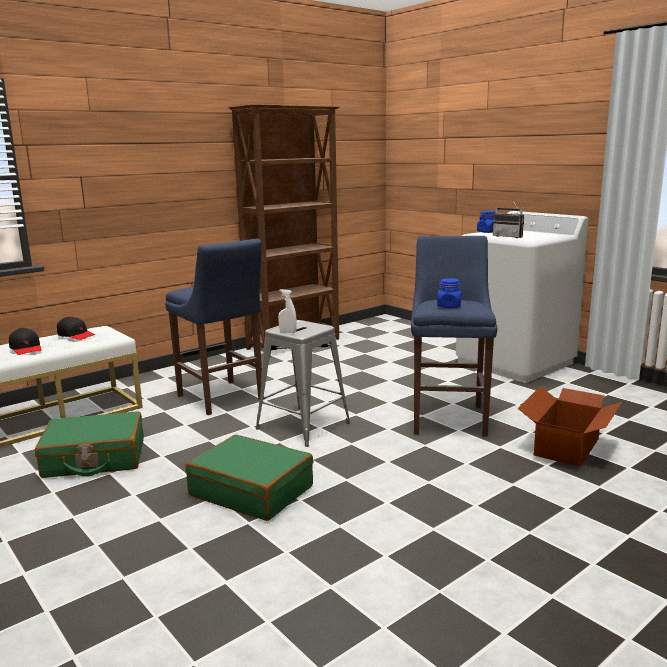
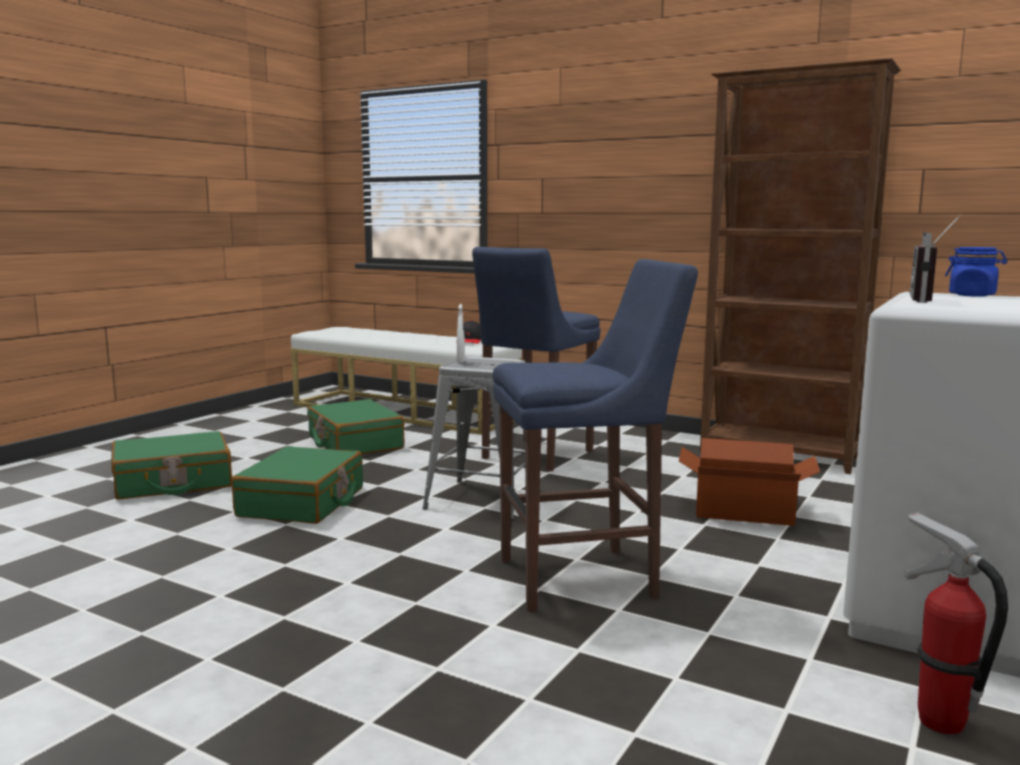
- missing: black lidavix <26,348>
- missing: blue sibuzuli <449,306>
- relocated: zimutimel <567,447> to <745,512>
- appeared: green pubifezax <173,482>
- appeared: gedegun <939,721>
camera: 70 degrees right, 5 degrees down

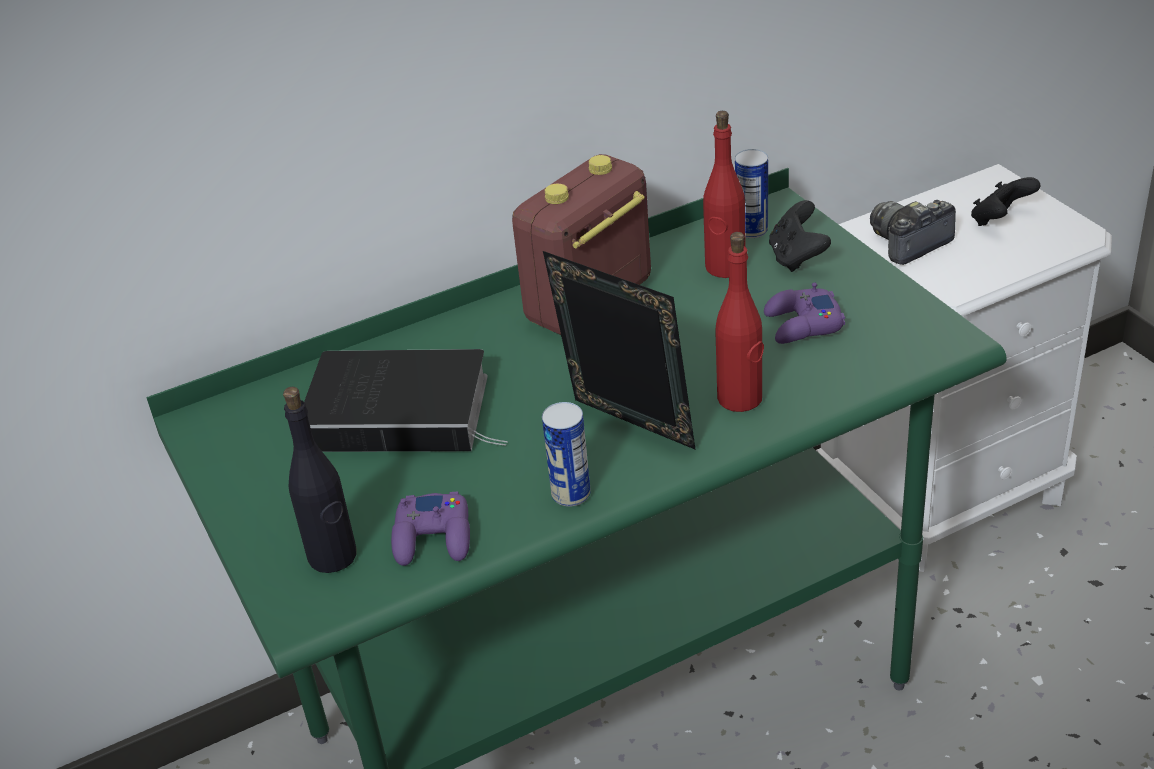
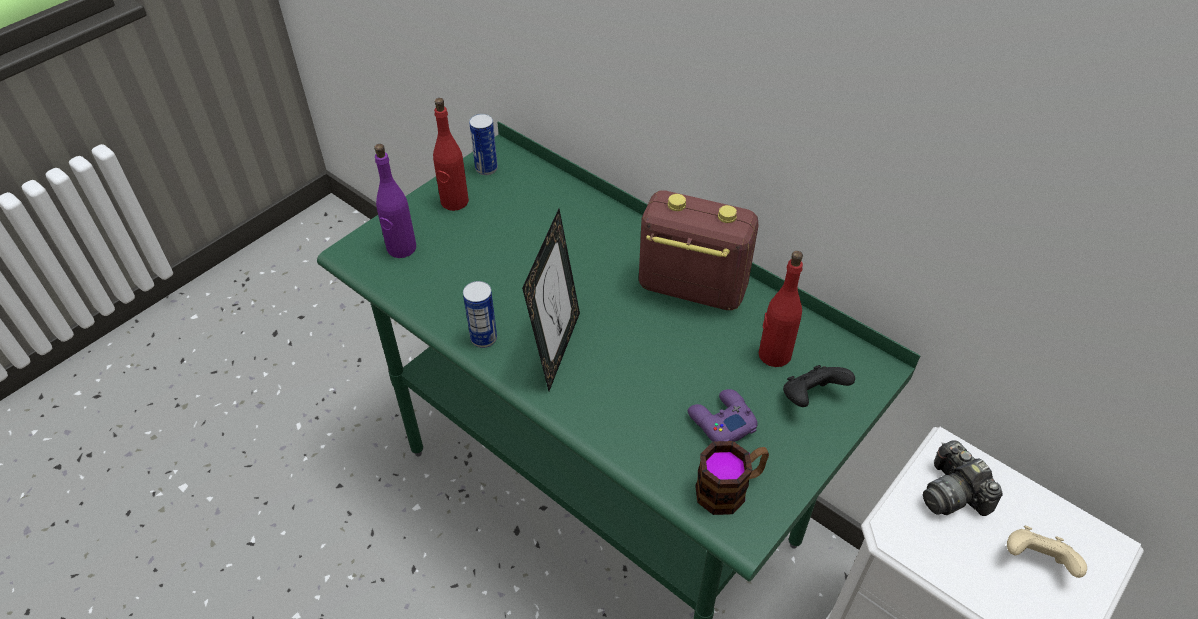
- colour: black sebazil <333,556> to purple sebazil <401,248>
- missing: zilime <403,411>
- missing: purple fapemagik <434,537>
- relocated: red sebazil <740,398> to <454,202>
- relocated: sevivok <752,230> to <486,168>
- spun: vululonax <909,243> = <953,493> 150 degrees counterclockwise
- colour: black fapemagik <1000,220> to beige fapemagik <1036,561>
- appeared: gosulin <730,489>
camera: 65 degrees right, 10 degrees up

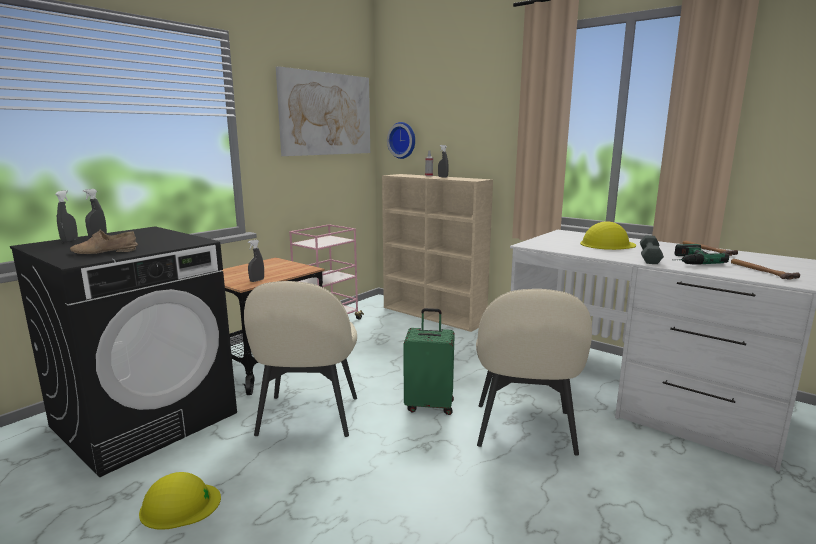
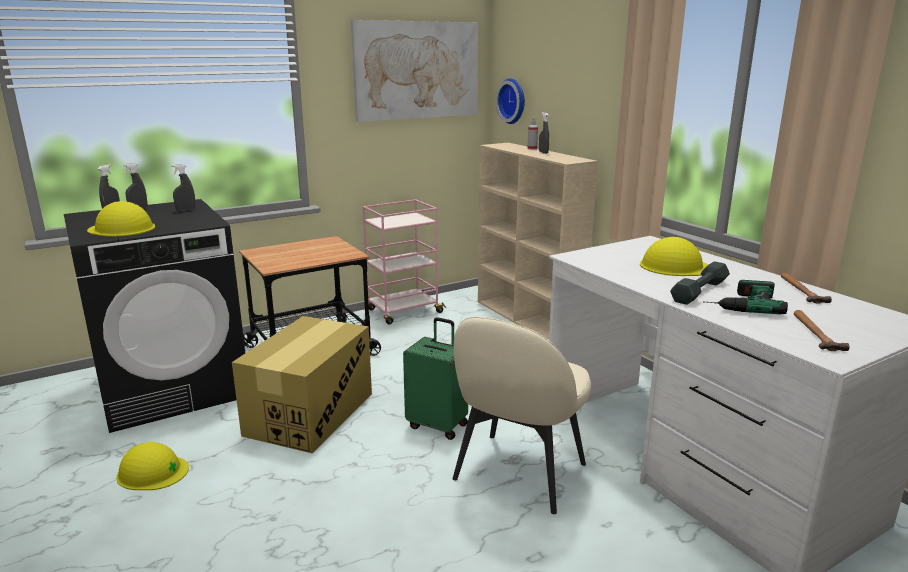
- exchanged: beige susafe <104,251> to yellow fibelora <122,229>
- exchanged: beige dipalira <308,417> to zimutimel <310,414>
- relocated: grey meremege <257,280> to <186,210>
camera: 20 degrees right, 5 degrees up

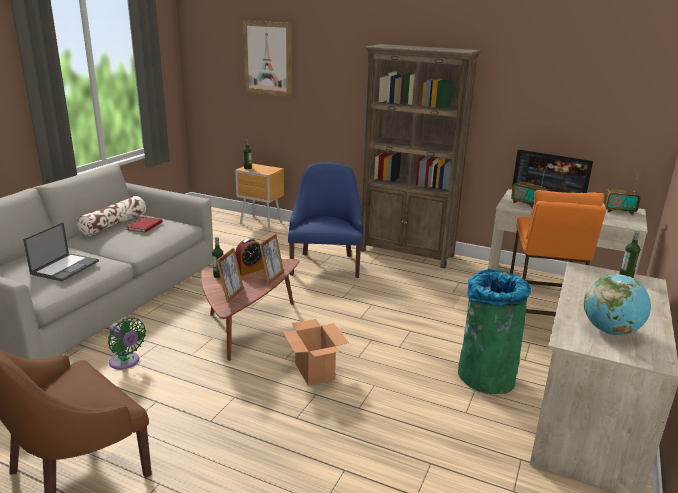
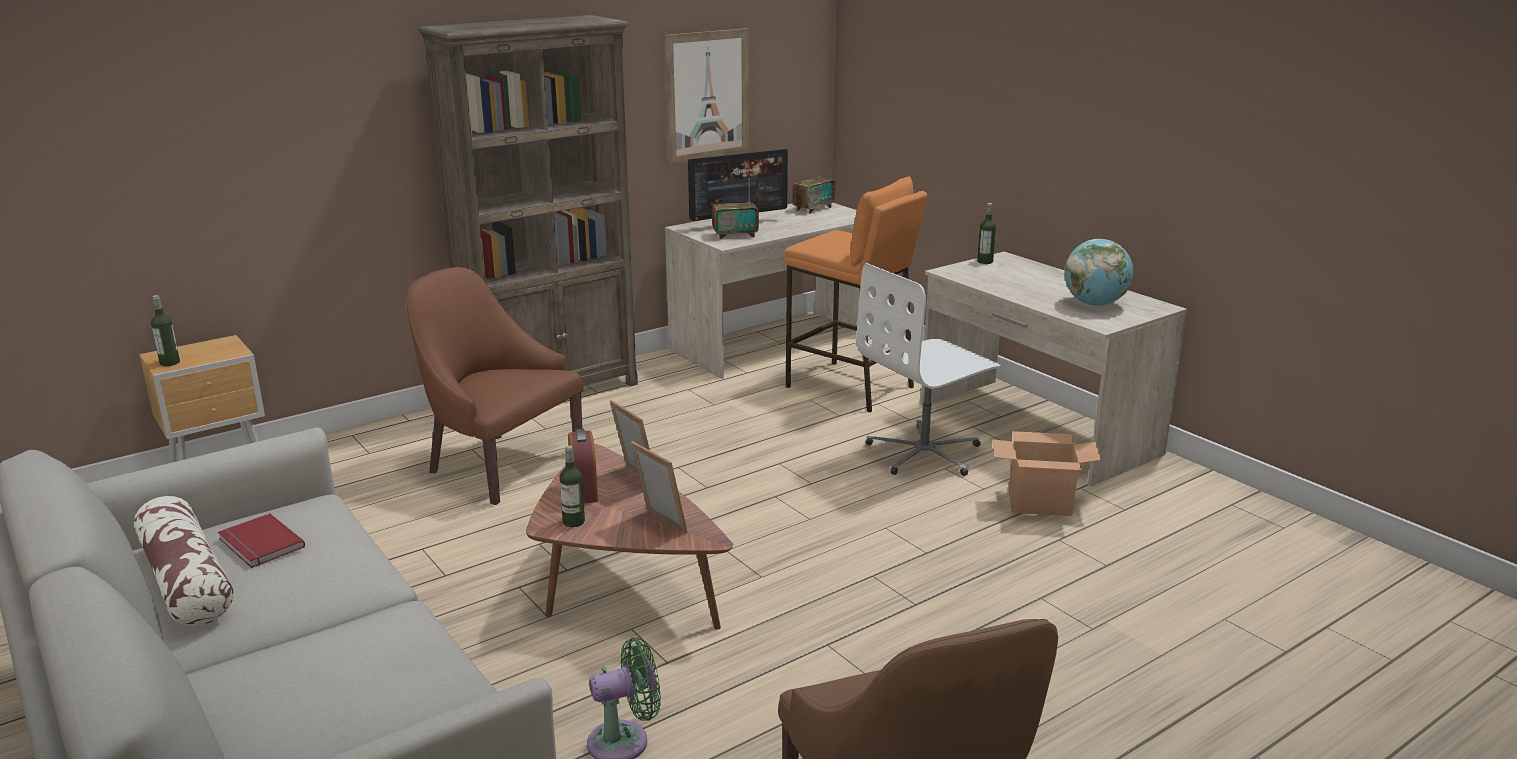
- missing: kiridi <65,267>
- relocated: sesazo <267,58> to <707,96>
- relocated: zimutimel <314,371> to <1039,504>
- colour: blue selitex <325,264> to brown selitex <500,464>
- exchanged: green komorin <485,377> to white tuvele <925,453>
camera: 60 degrees left, 0 degrees up

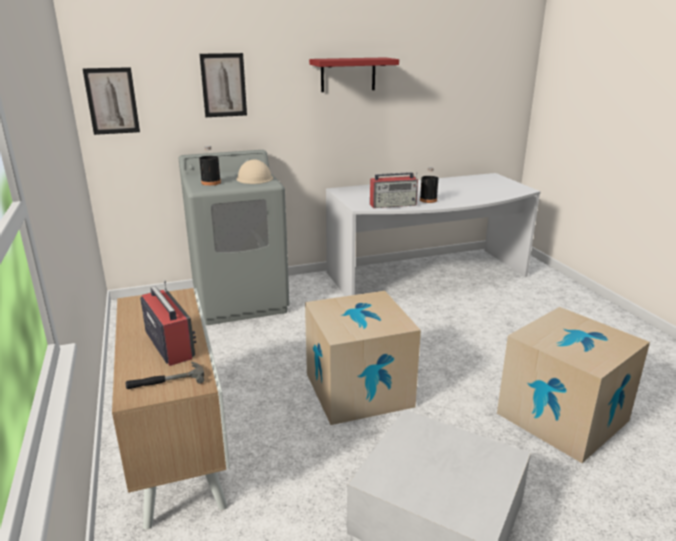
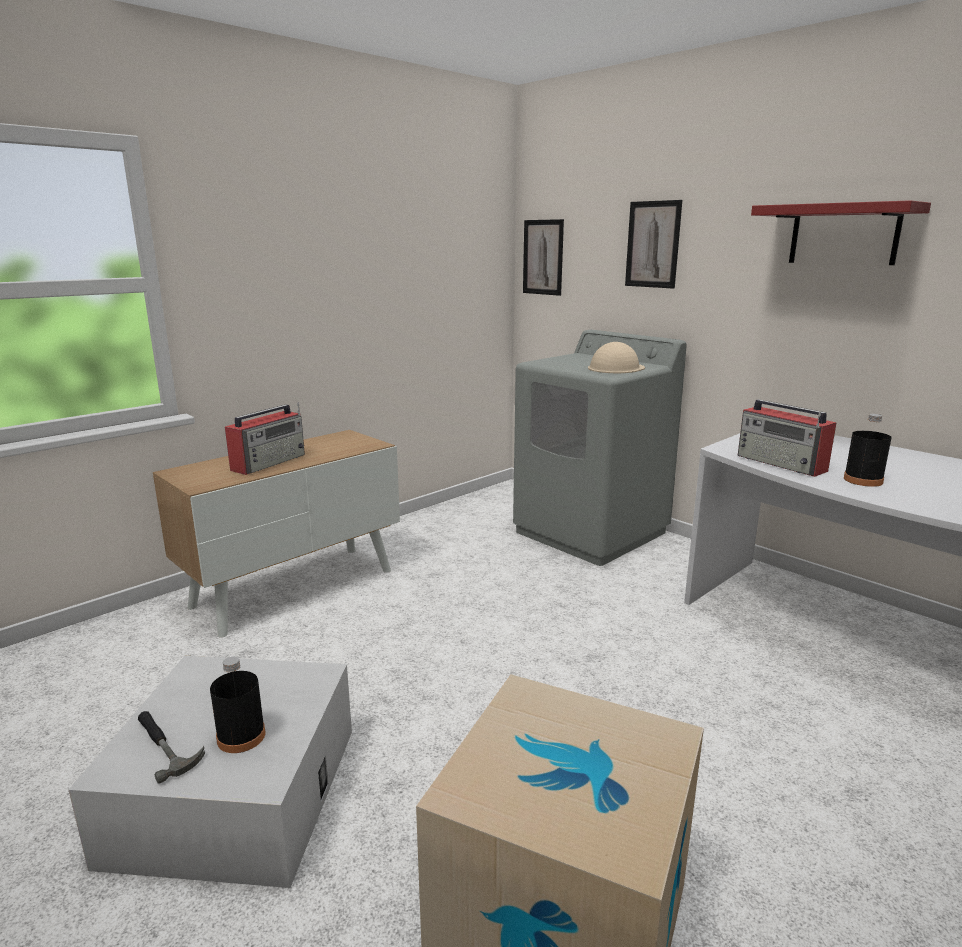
- relocated: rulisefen <166,380> to <165,745>
- relocated: black sebazil <211,183> to <241,736>
- missing: zimutimel <358,390>
camera: 65 degrees right, 5 degrees down

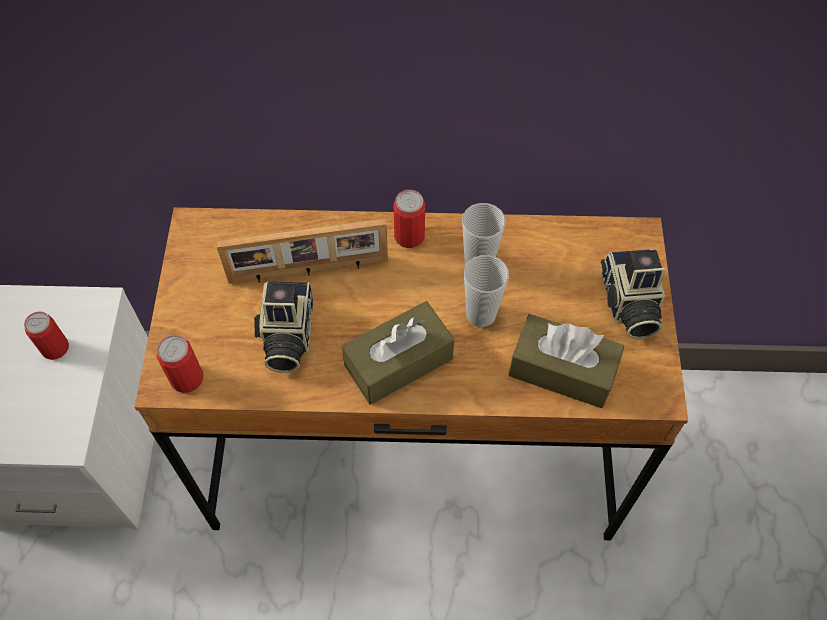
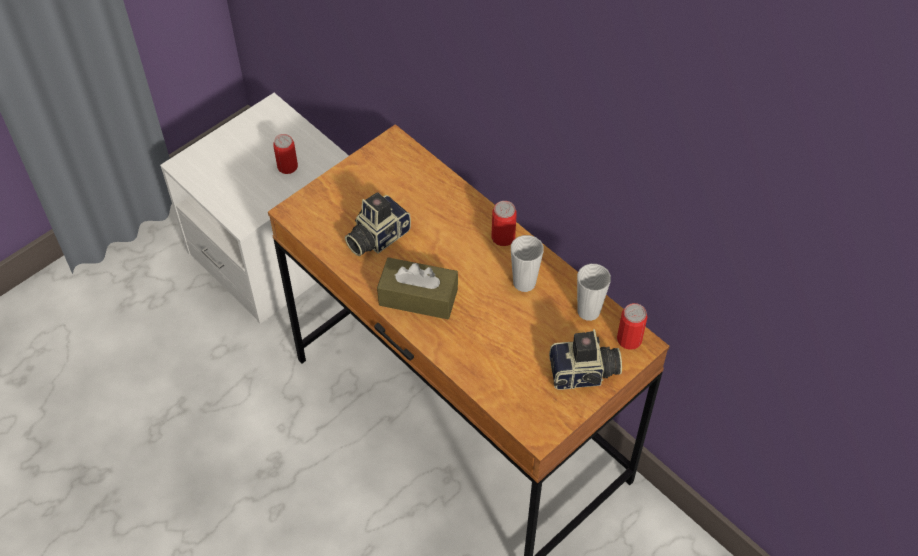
- relocated: sevivok <187,378> to <629,339>
- missing: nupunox <308,272>
- relocated: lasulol <481,314> to <588,311>
- missing: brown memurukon <562,370>
- spun: vululonax <628,304> = <584,374> 135 degrees counterclockwise
camera: 45 degrees right, 5 degrees down

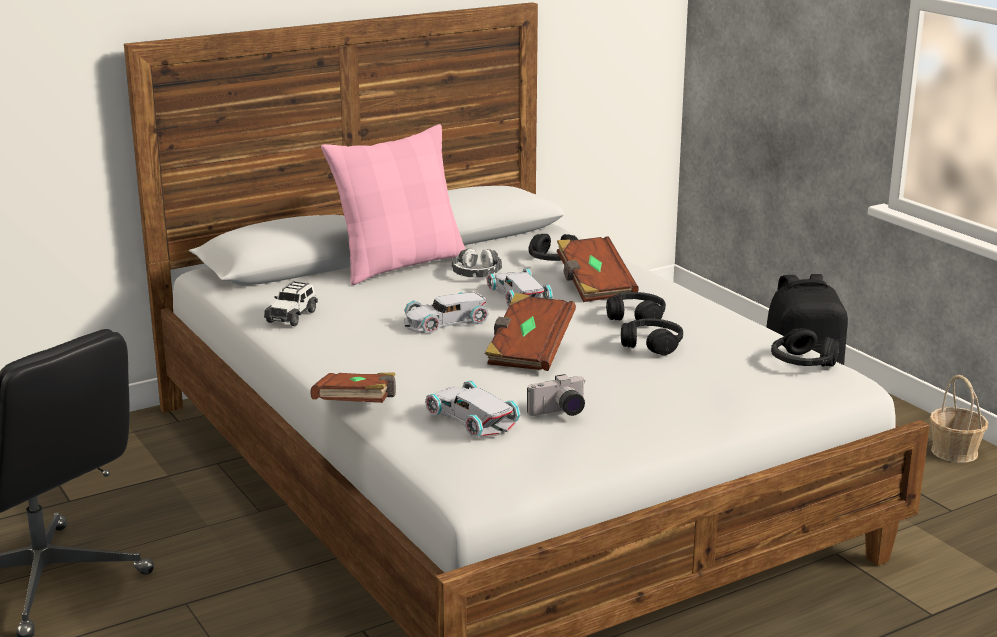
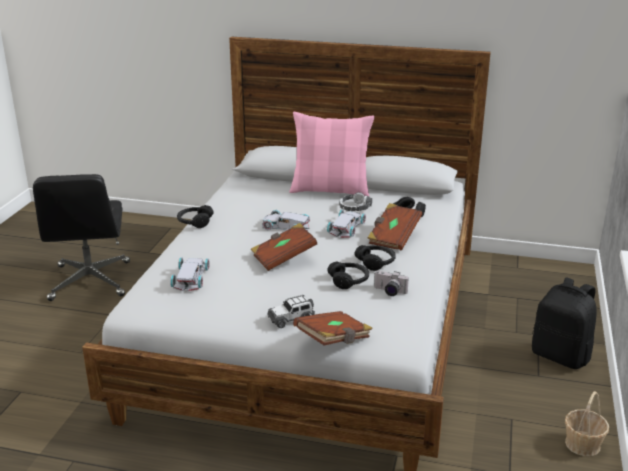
- relocated: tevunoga <292,316> to <291,319>
- relocated: brown zilime <358,408> to <333,340>
- relocated: vululonax <559,413> to <389,292>
- relocated: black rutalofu <802,363> to <195,222>
camera: 45 degrees right, 5 degrees up

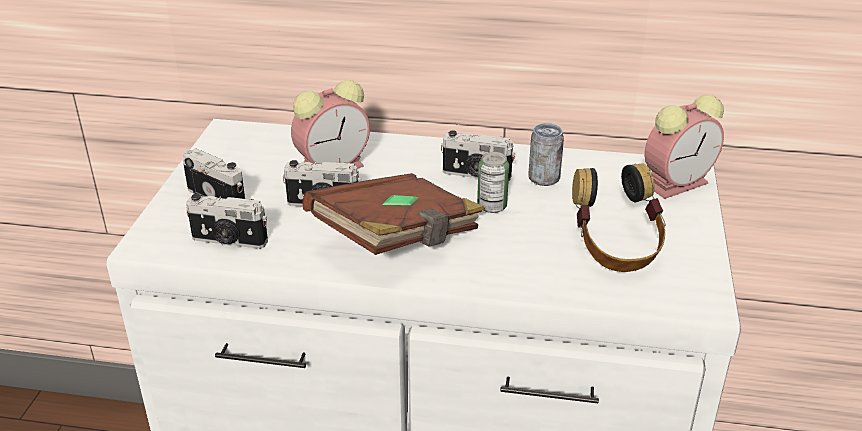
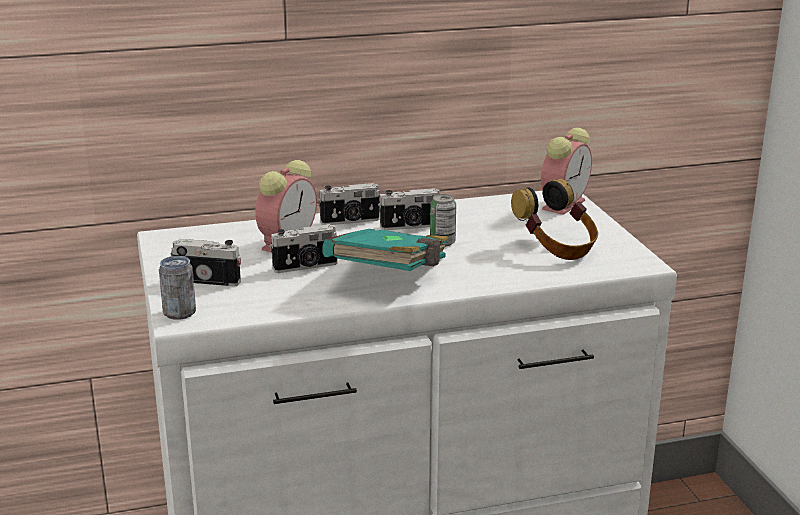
- relocated: vululonax <229,241> to <350,221>
- colour: brown zilime <398,239> to turquoise zilime <391,275>
- relocated: sevivok <544,178> to <179,313>
camera: 25 degrees left, 10 degrees down

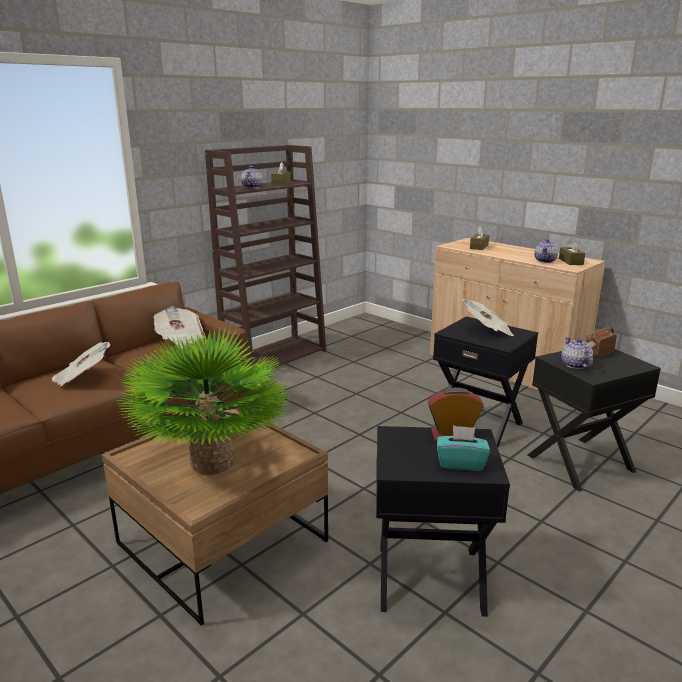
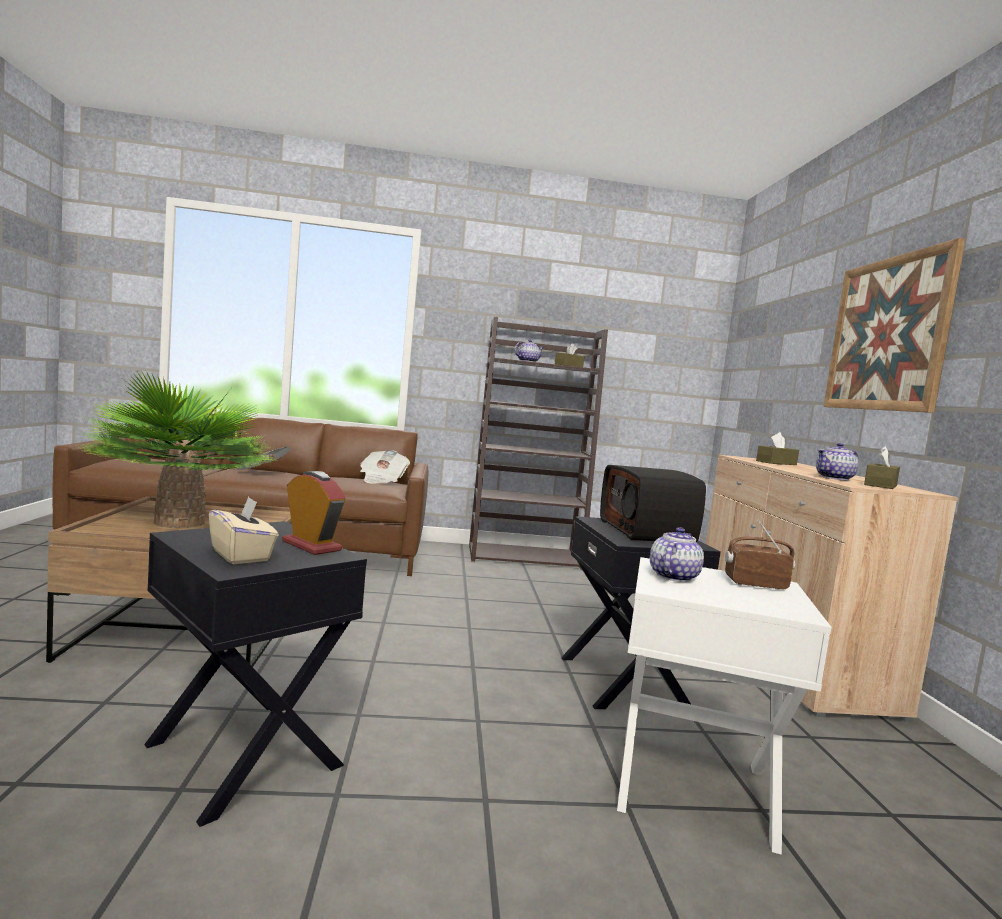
- colour: turquoise memurukon <461,463> to beige memurukon <241,555>
- exchanged: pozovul <487,331> to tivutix <647,531>
- colour: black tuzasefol <581,464> to white tuzasefol <693,788>
- appeared: sesazo <887,334>
camera: 40 degrees right, 15 degrees down

